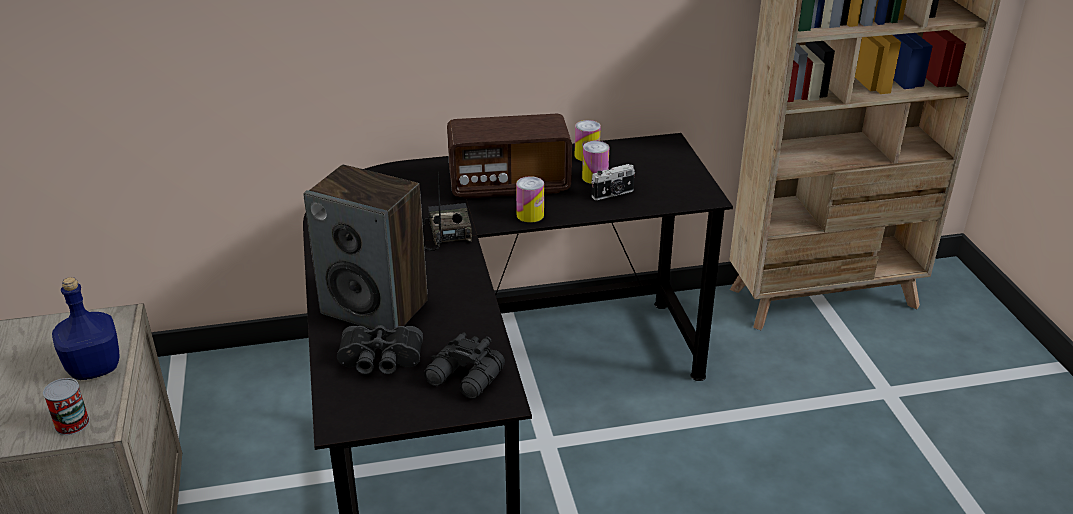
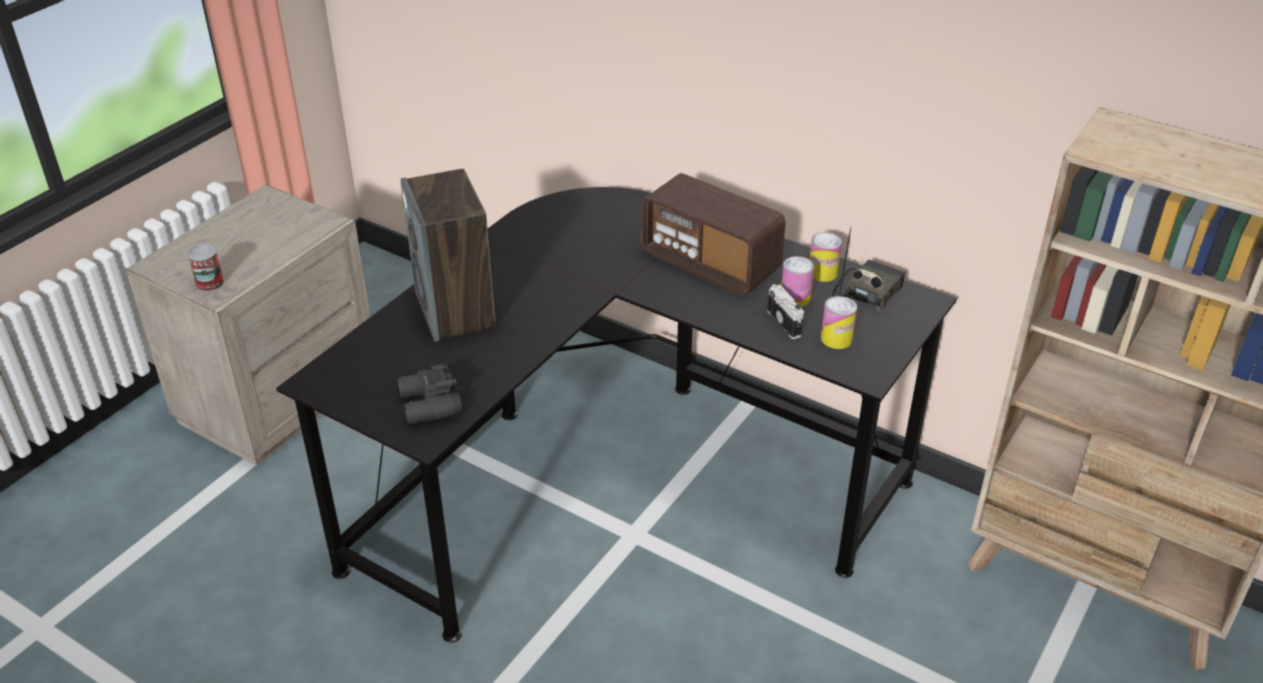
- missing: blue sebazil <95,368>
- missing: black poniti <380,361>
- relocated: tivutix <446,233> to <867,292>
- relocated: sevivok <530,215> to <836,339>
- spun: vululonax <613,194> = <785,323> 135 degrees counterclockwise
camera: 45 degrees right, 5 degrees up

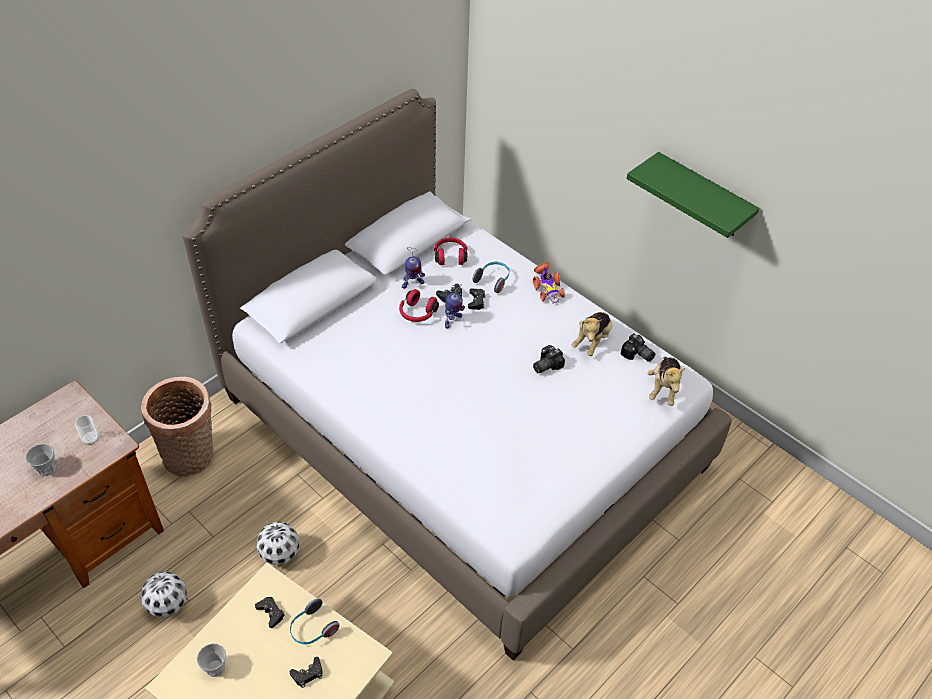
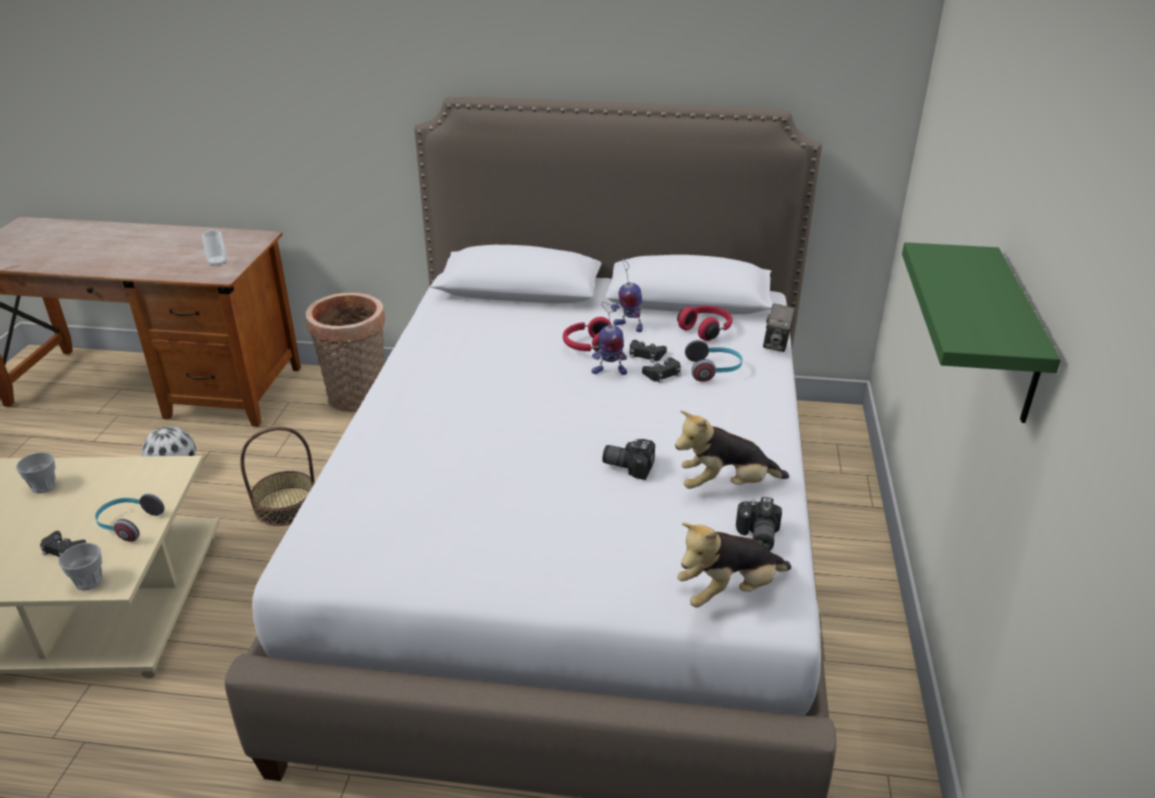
- relocated: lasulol <46,468> to <89,581>
- missing: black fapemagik <271,613>
- exchanged: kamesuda <279,553> to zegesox <286,506>
- missing: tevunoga <547,288>
- appeared: vululonax <776,344>
camera: 55 degrees right, 15 degrees down

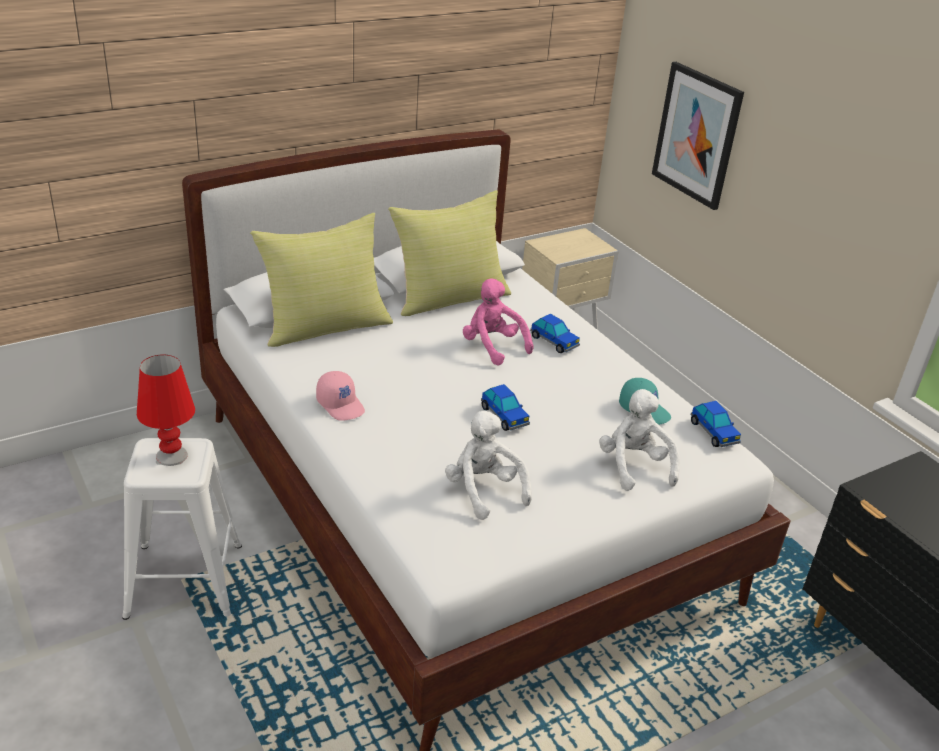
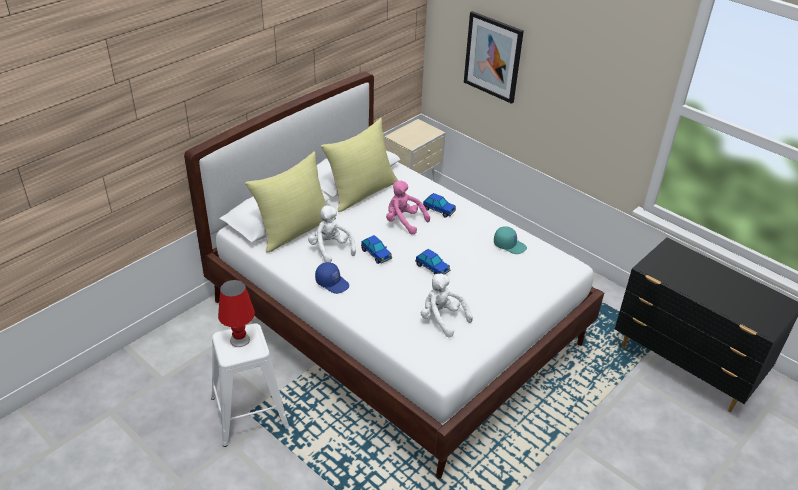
- colour: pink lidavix <341,405> to blue lidavix <332,283>
- relocated: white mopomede <634,466> to <330,249>
- relocated: tevunoga <713,432> to <376,254>
camera: 15 degrees left, 5 degrees up

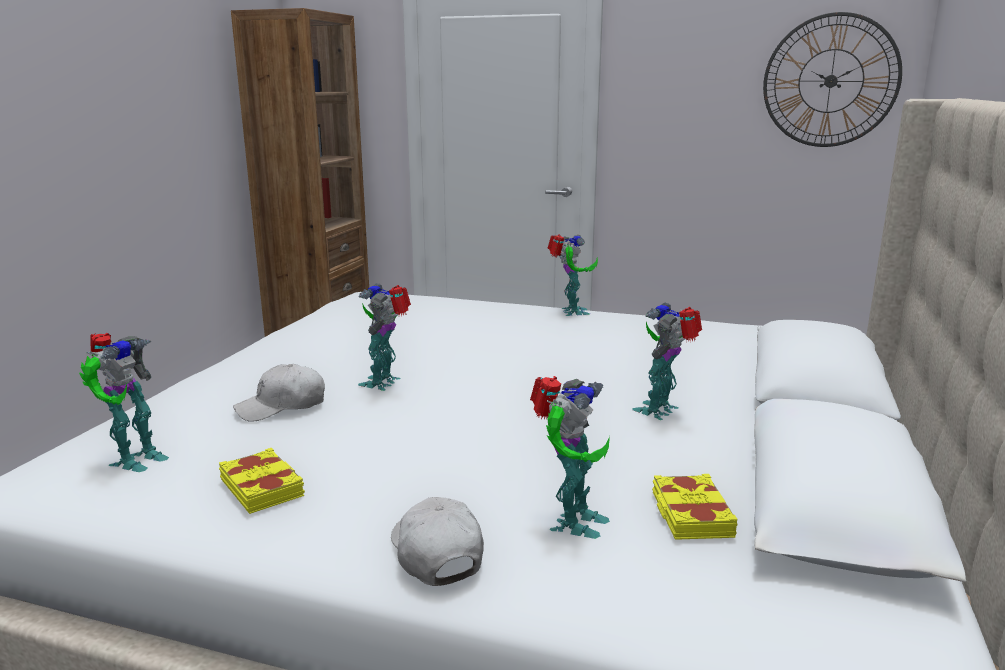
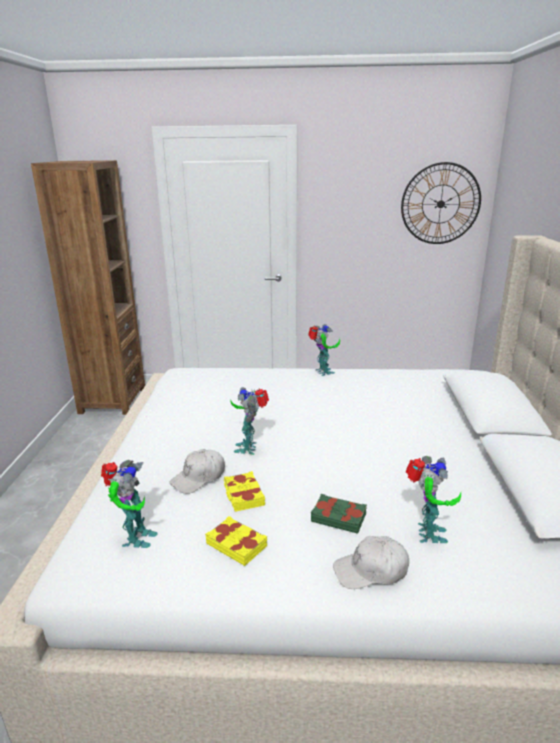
- spun: white lidavix <436,553> = <371,571> 60 degrees counterclockwise
- missing: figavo <661,410>
- relocated: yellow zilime <690,514> to <243,495>
- appeared: green zilime <338,517>
camera: 15 degrees left, 5 degrees up

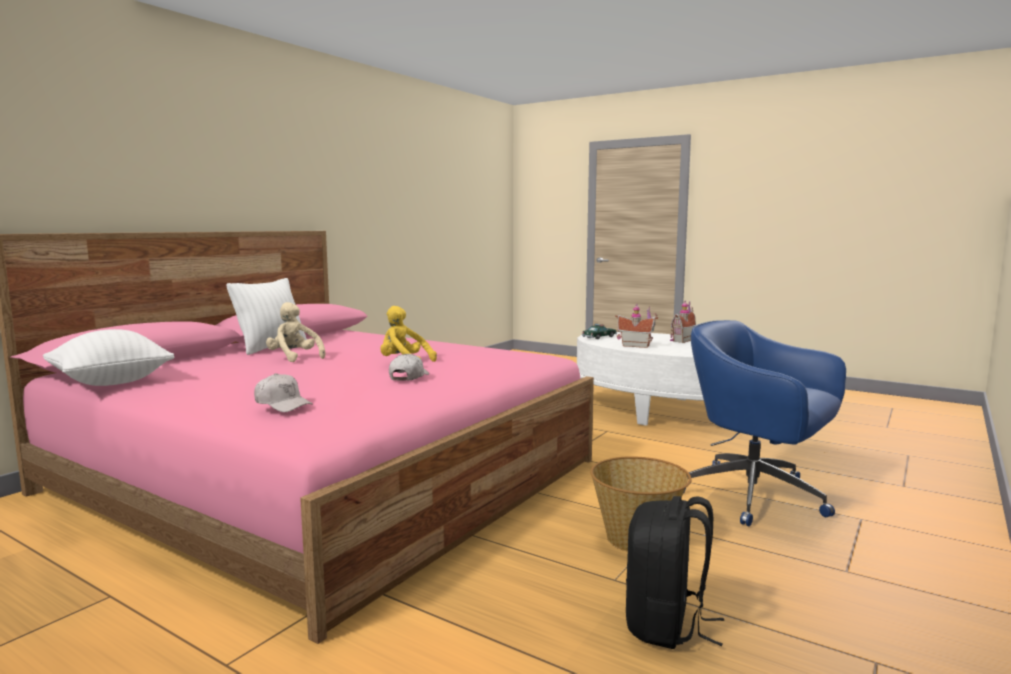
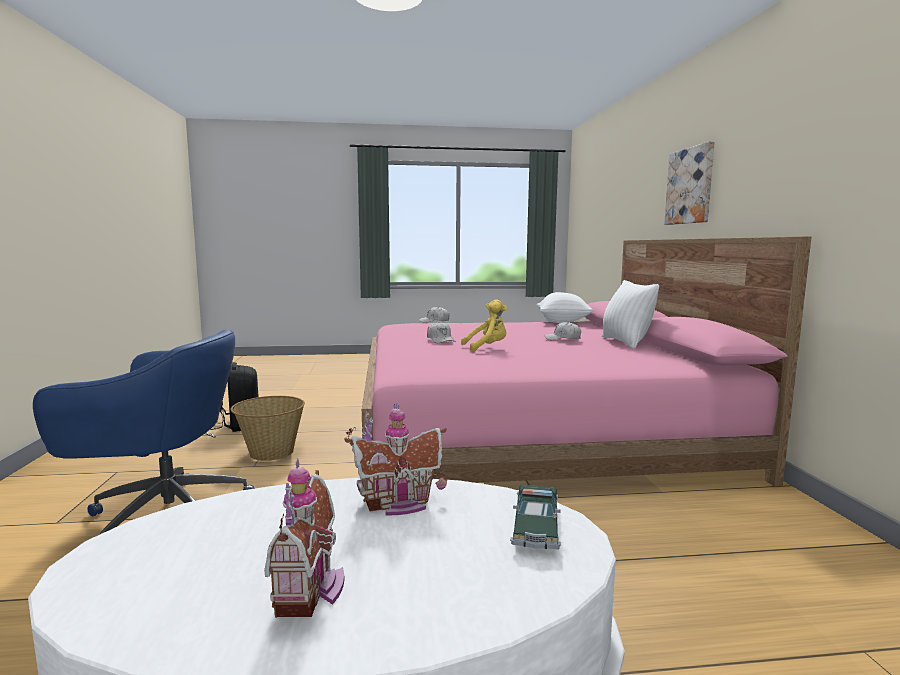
- exchanged: beige mopomede <294,358> to white lidavix <563,339>
- appeared: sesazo <690,186>
camera: 140 degrees right, 0 degrees up

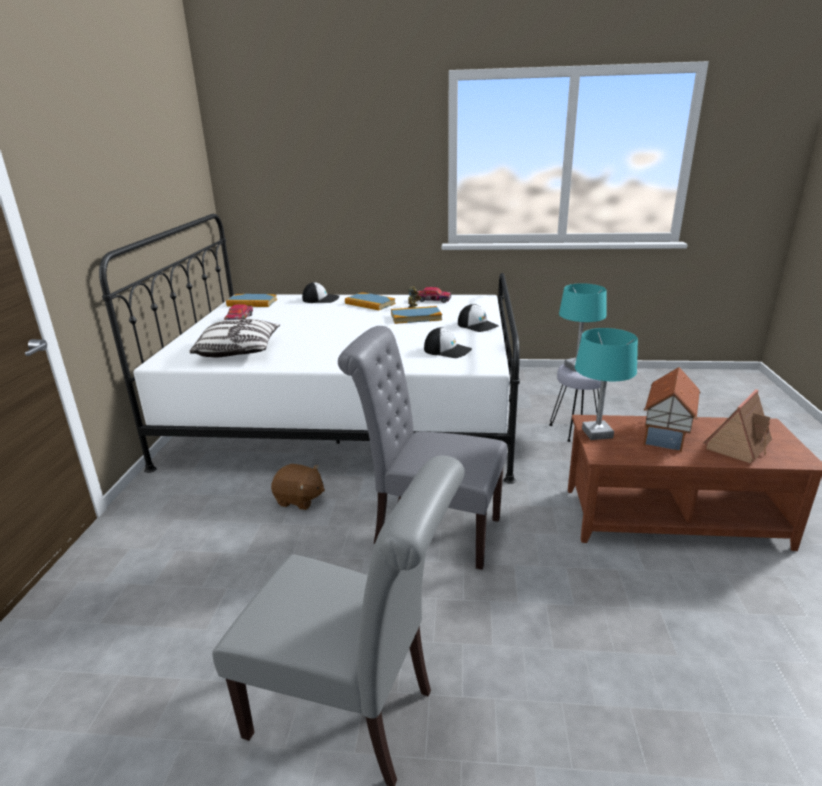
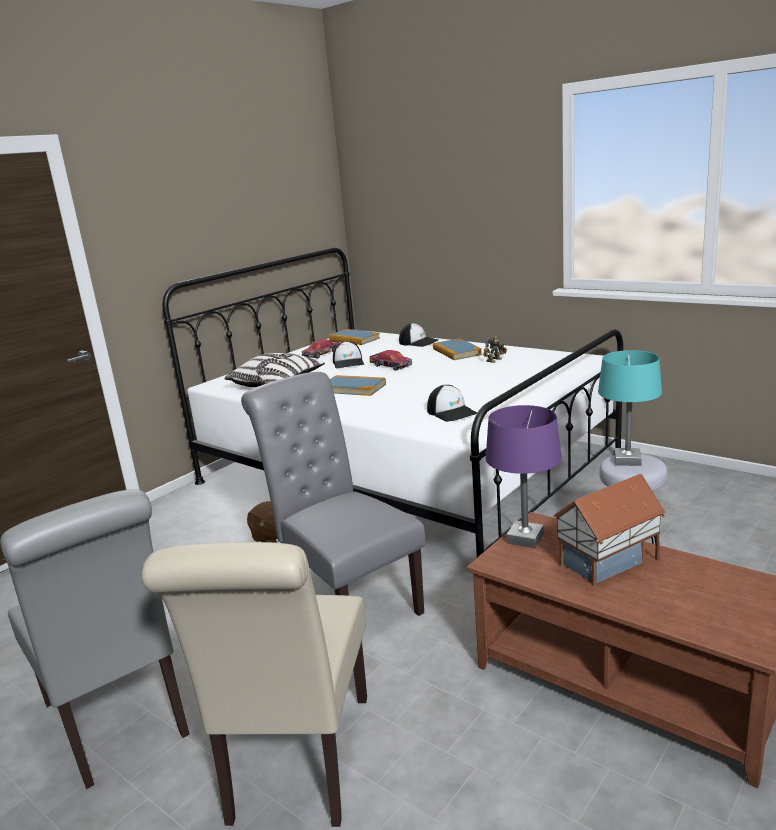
- relocated: zilime <416,317> to <353,388>
- relocated: tevunoga <432,300> to <391,365>
- relocated: lidavix <478,325> to <349,363>
- colour: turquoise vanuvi <597,433> to purple vanuvi <525,538>
- missing: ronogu <737,445>
- appeared: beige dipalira <297,765>
camera: 35 degrees right, 5 degrees down

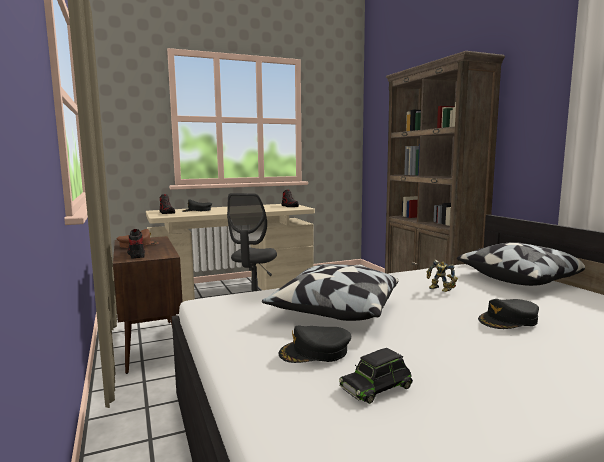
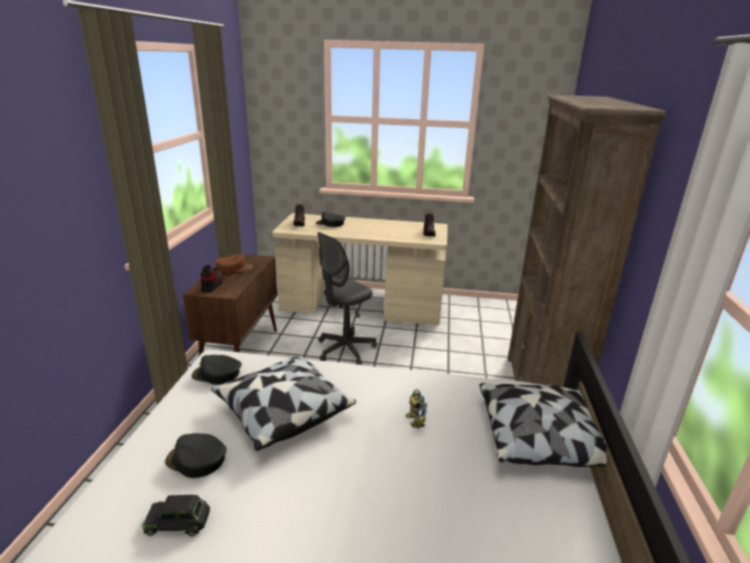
- relocated: black lidavix <508,320> to <217,374>
camera: 30 degrees right, 15 degrees up

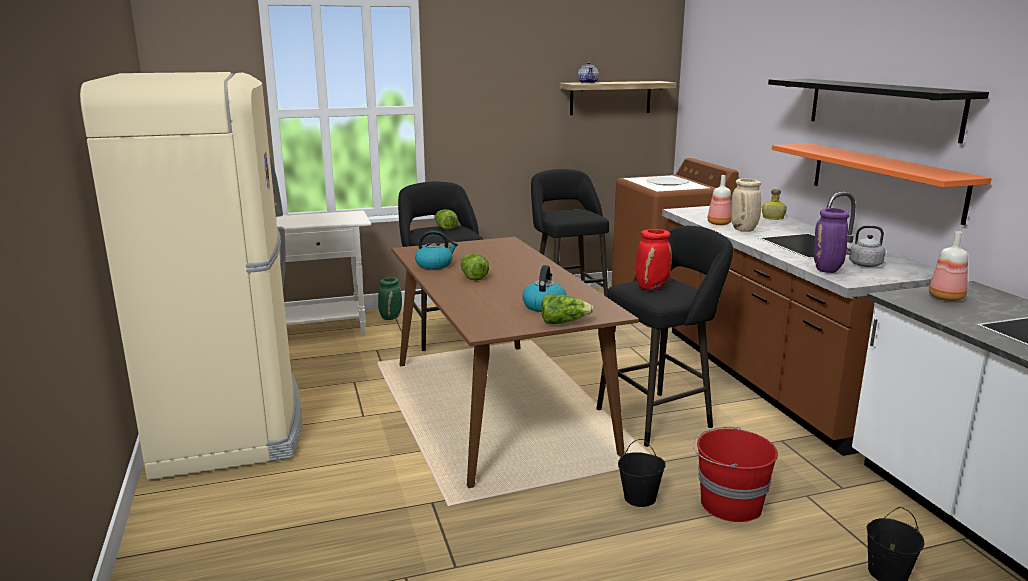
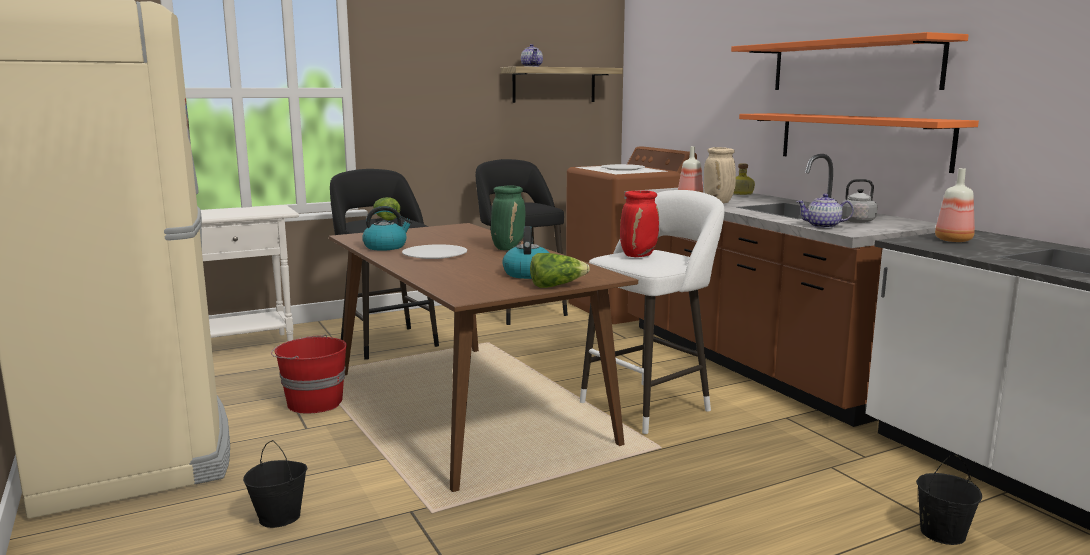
- relocated: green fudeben <390,317> to <508,248>
- exchanged: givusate <473,276> to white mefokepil <434,254>
- colour: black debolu <659,417> to white debolu <650,405>
- relocated: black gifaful <640,498> to <280,517>
- relocated: red gifaful <729,504> to <313,403>
- colour: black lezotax <881,107> to orange lezotax <852,65>
- exchanged: purple fudeben <827,270> to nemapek <823,226>
camera: 10 degrees left, 5 degrees down

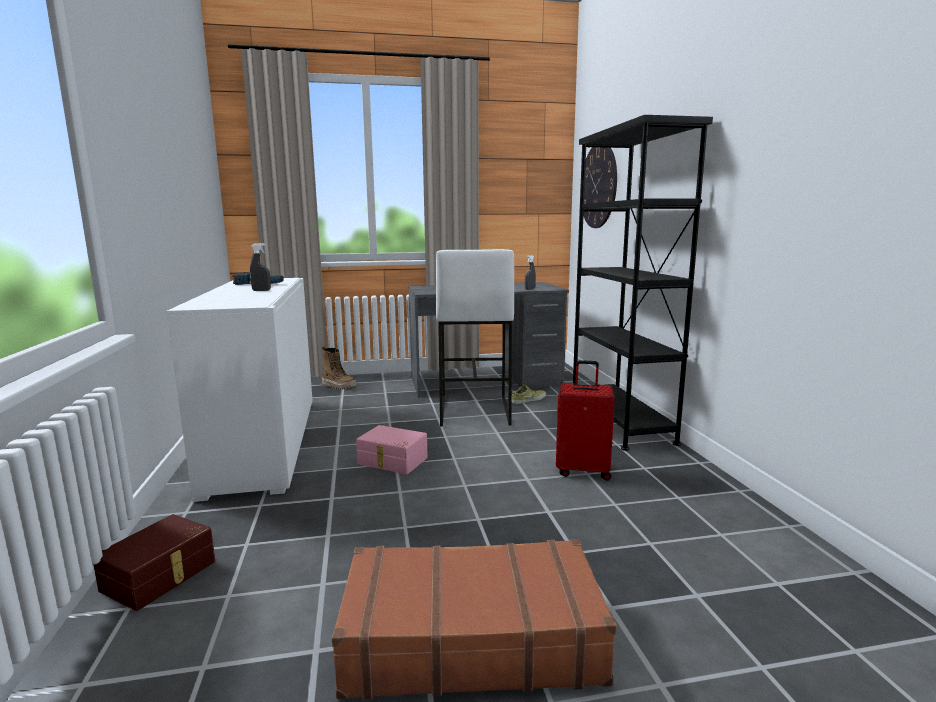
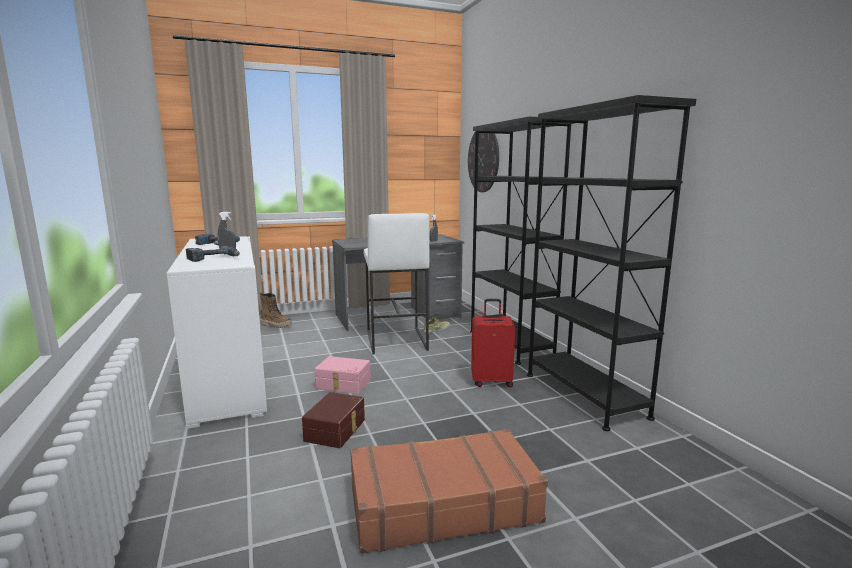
- relocated: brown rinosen <161,576> to <336,430>
- appeared: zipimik <214,258>
- appeared: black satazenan <584,395>
camera: 10 degrees left, 0 degrees up

